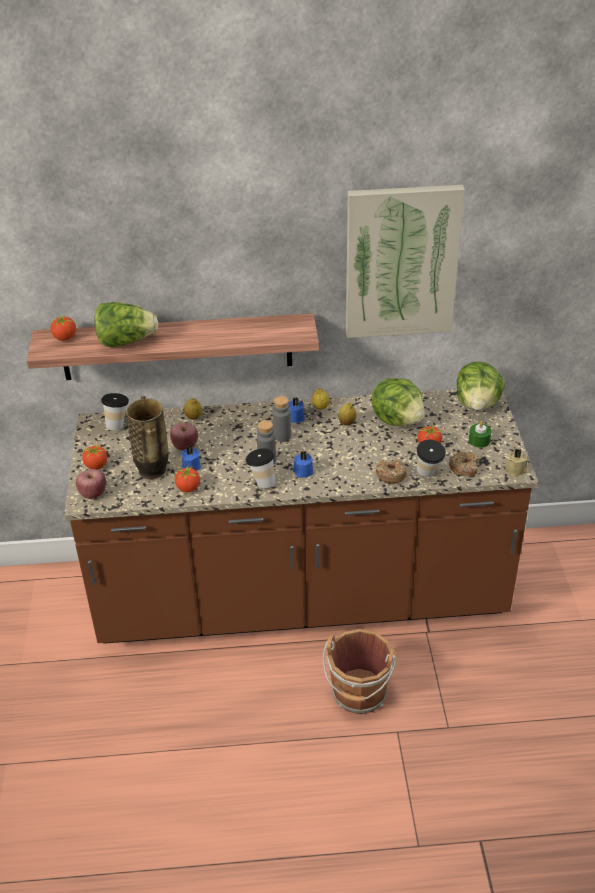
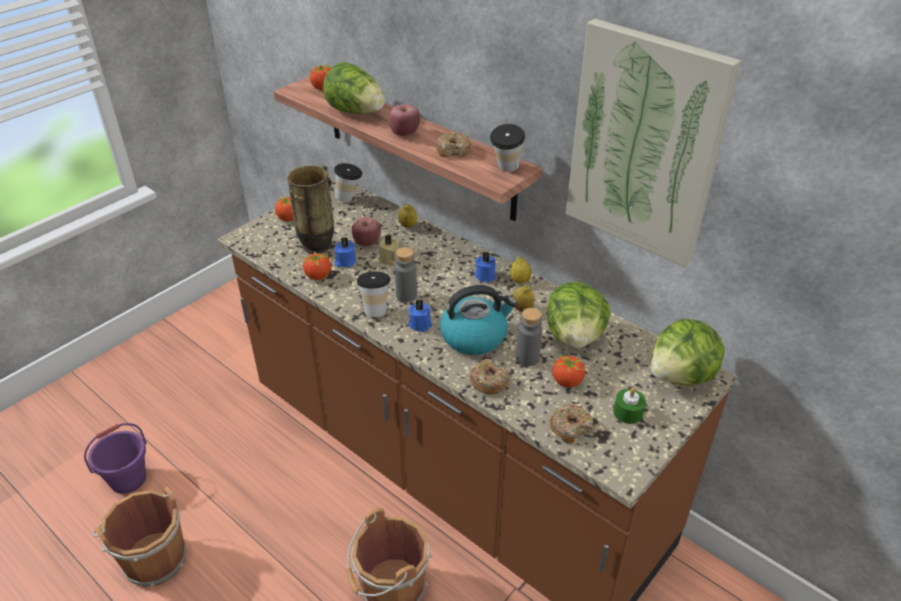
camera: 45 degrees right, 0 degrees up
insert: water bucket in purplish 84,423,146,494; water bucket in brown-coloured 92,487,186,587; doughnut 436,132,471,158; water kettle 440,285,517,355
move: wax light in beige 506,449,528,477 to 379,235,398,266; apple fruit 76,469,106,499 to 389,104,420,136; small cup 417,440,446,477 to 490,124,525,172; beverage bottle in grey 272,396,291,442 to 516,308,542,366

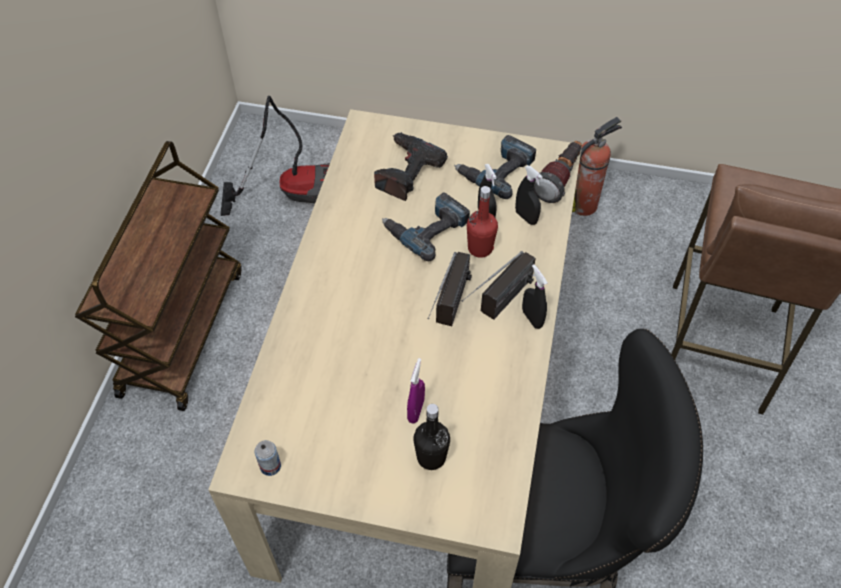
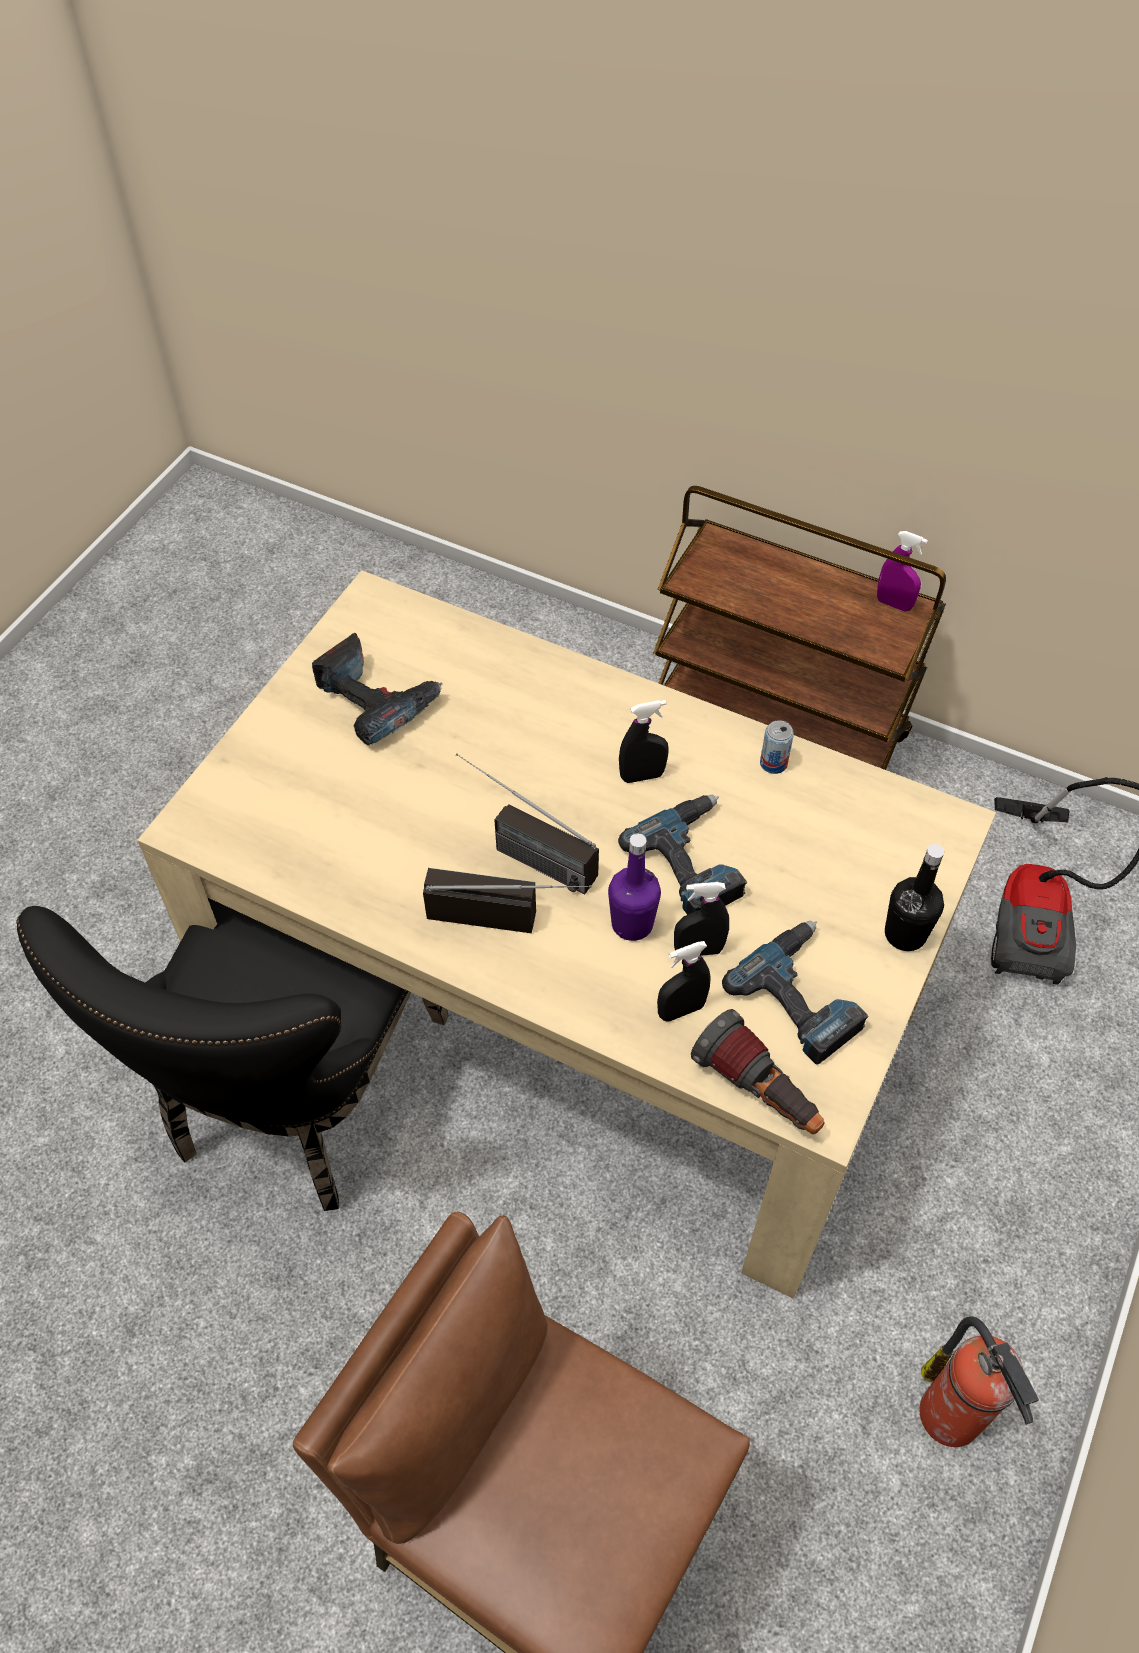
camera: 105 degrees right, 0 degrees up
move: drill 374,132,448,201 to 312,633,443,745; sprayer in black-coloured 522,264,548,329 to 619,700,669,783; can 255,440,281,476 to 760,720,794,774; sprayer in purplish 407,358,425,423 to 877,531,928,612; beverage bottle in black-coloured 413,404,450,470 to 885,844,944,951
recolor: beverage bottle in red 467,186,498,258 to beverage bottle in purplish 608,833,661,941
rotate: radio set 462,251,536,320 = 423,868,592,933 135 degrees clockwise

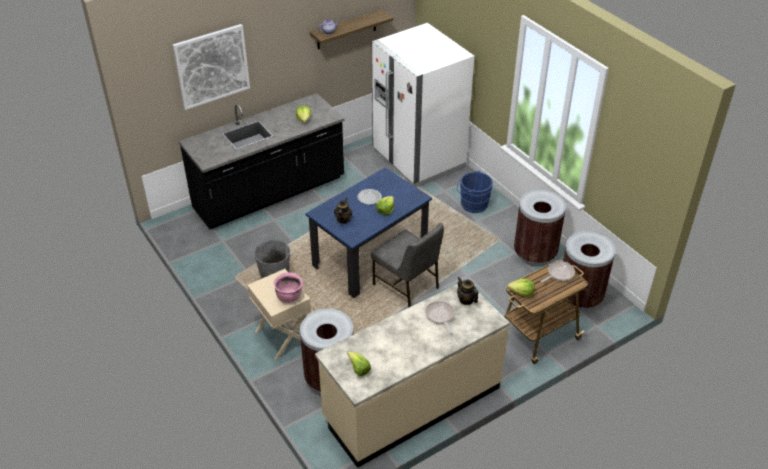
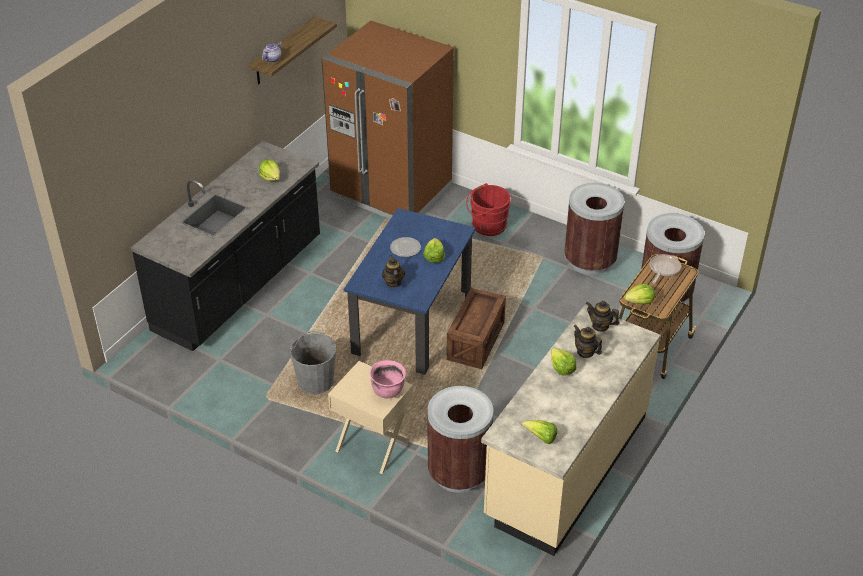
camera: 25 degrees left, 0 degrees up
delete: wall picture 173,24,250,110
insert: head of lettuce 551,348,576,376
replace: chair in grey 371,223,444,308 to shipping crate 447,288,506,369; pan 425,301,454,334 to pot for tea 574,325,602,358
recolor: kitchen fridge in whitish 371,23,474,187 to kitchen fridge in brown-coloured 322,20,454,219; water bucket in blue 457,171,493,213 to water bucket in red 466,183,511,236

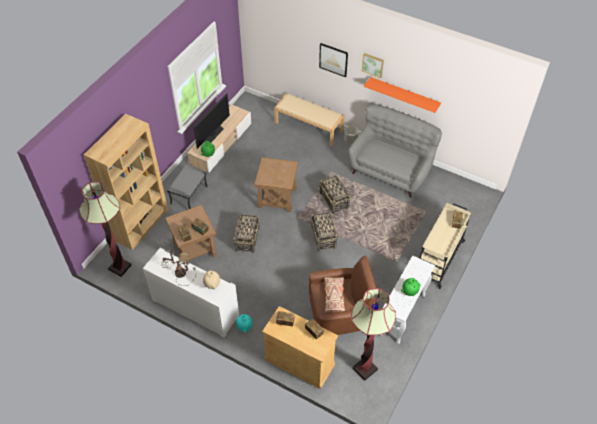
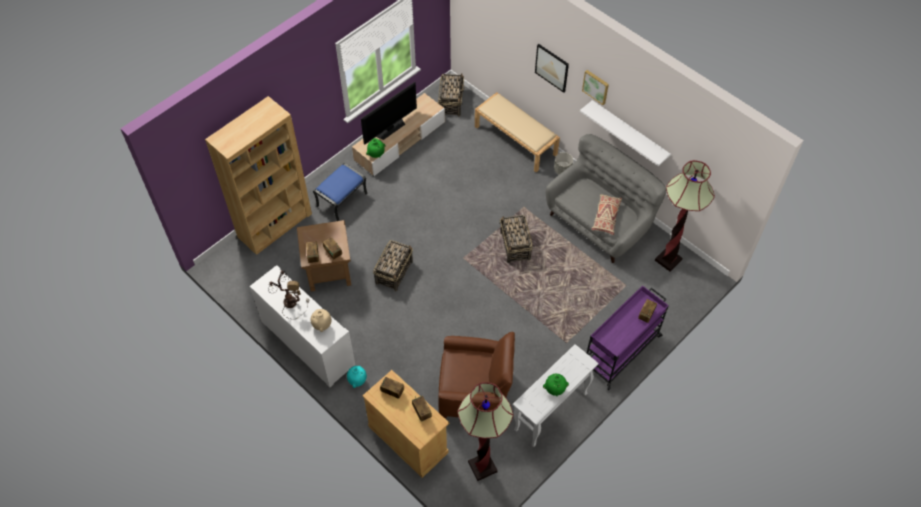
camera: 15 degrees right, 5 degrees up
delete: end table in brown-coloured 254,157,298,212
move: household basket 311,210,338,252 to 438,73,465,117; cushion in beige 324,277,345,313 to 591,194,622,235; standard lamp 79,181,131,277 to 655,160,715,272
recolor: footrest in grey 167,165,208,209 to footrest in blue 313,163,367,221; wall shelf in orange 364,77,441,113 to wall shelf in whitish 580,100,671,166; wheeled cart in beige 420,203,471,289 to wheeled cart in purplish 587,285,669,390

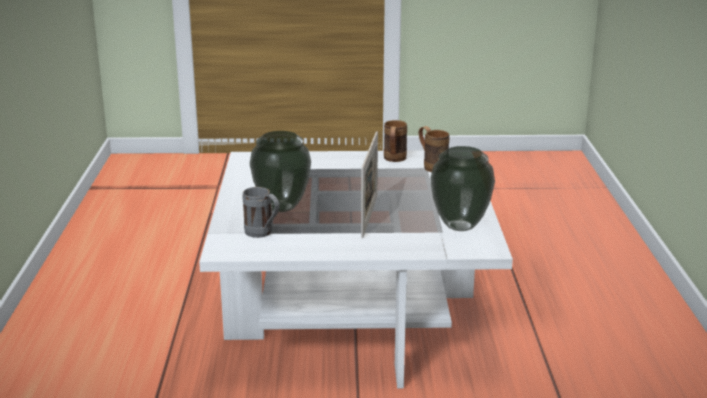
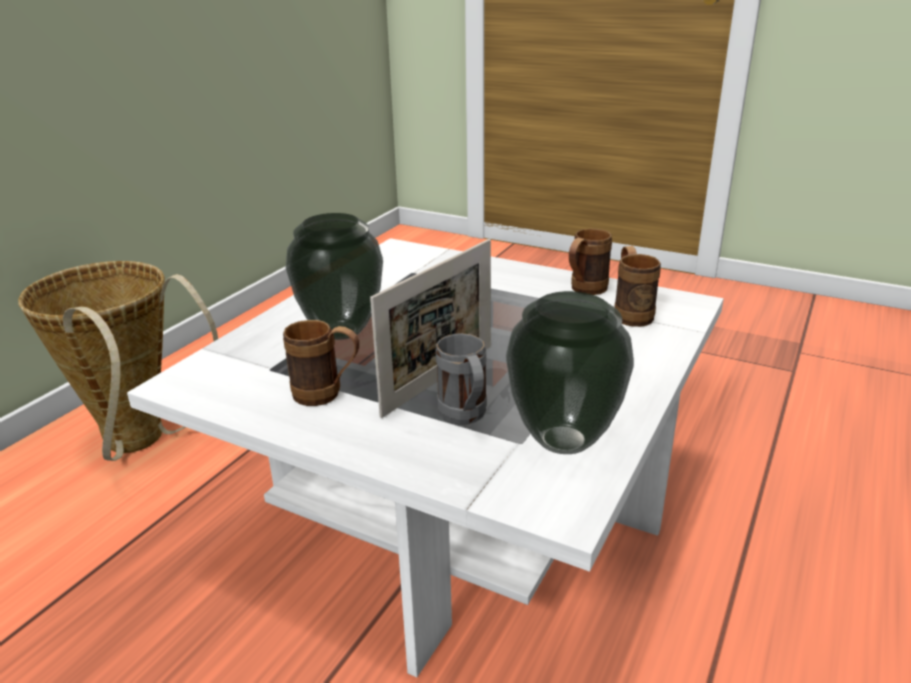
camera: 30 degrees right, 5 degrees up
insert: household basket 18,261,218,461; mug in brown-coloured 283,320,359,406
move: mug in grey 242,187,279,238 to 436,333,487,425

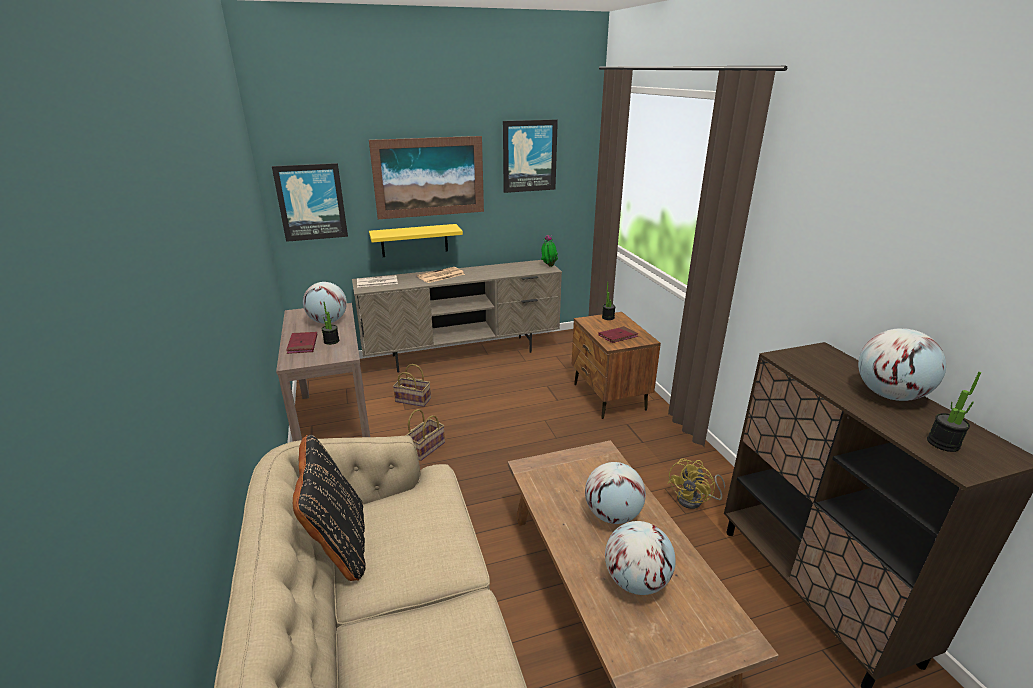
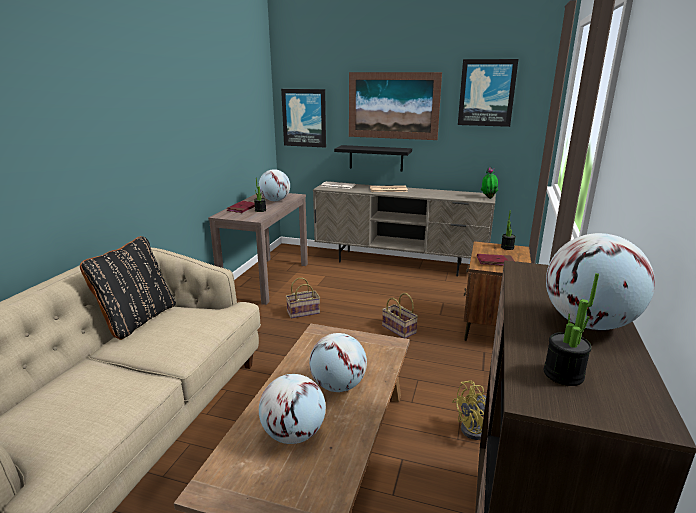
camera: 35 degrees right, 5 degrees down
move: household basket 393,364,431,407 to 382,293,418,338
recolor: wall shelf in yellow 369,224,463,257 to wall shelf in black-coloured 334,145,412,171

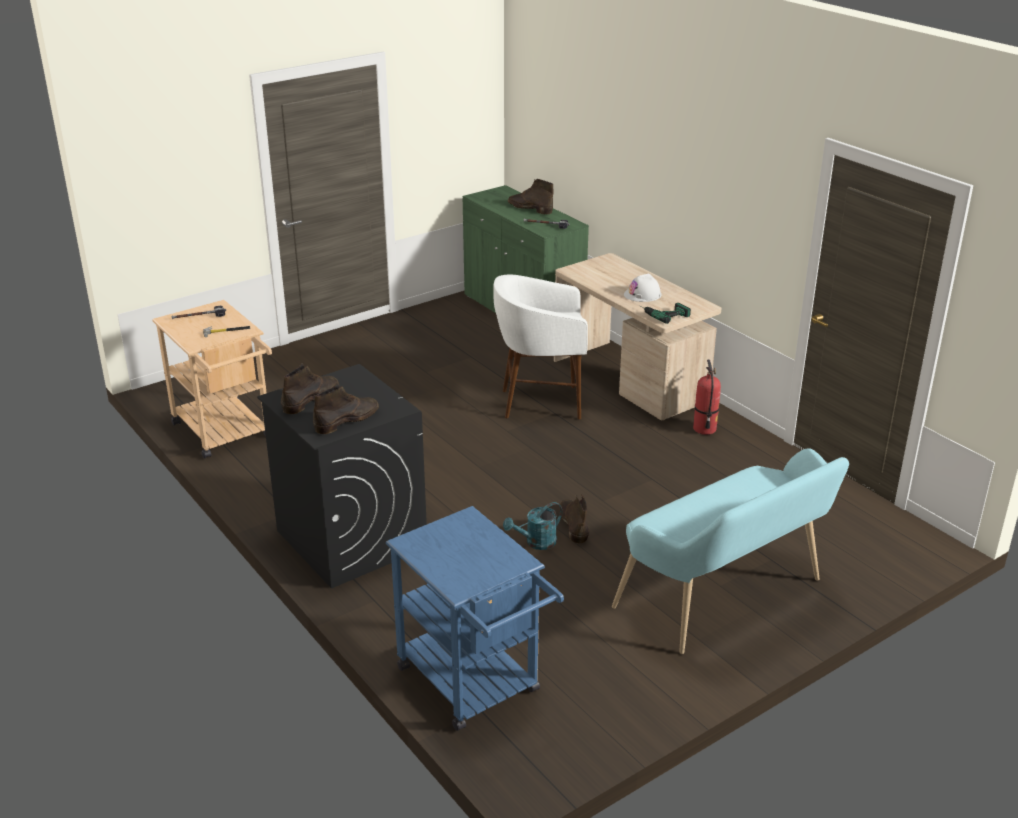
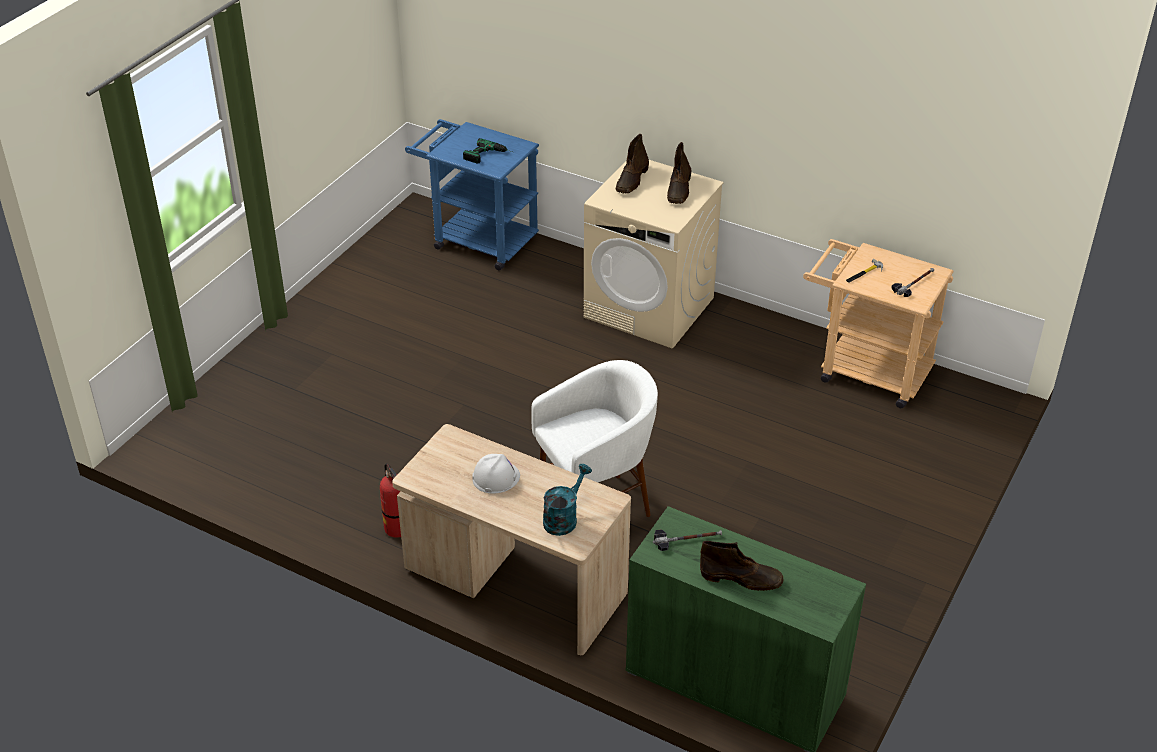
camera: 155 degrees right, 10 degrees up
delete: boot in brown-coloured 559,495,589,544; indoor bench in turquoise 612,448,849,654
move: drill 640,303,691,324 to 463,138,512,164; watering pot in turquoise 503,502,562,550 to 543,464,592,536
recolor: laundry machine in black-coloured 257,364,427,589 to laundry machine in beige 584,160,724,349

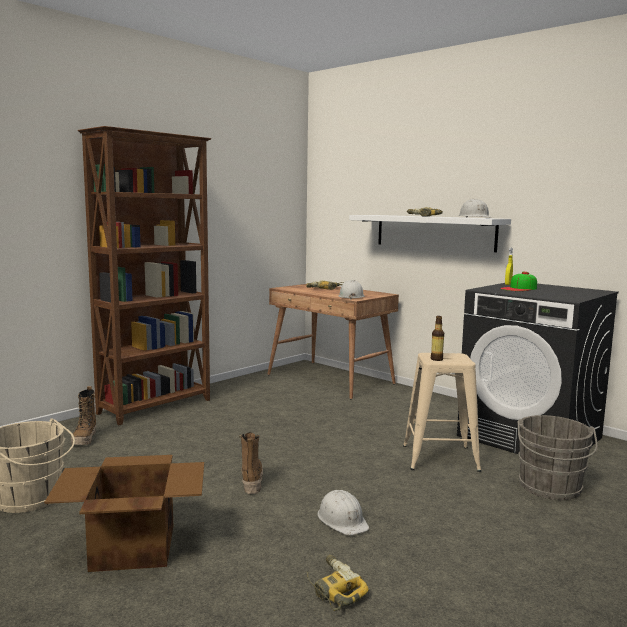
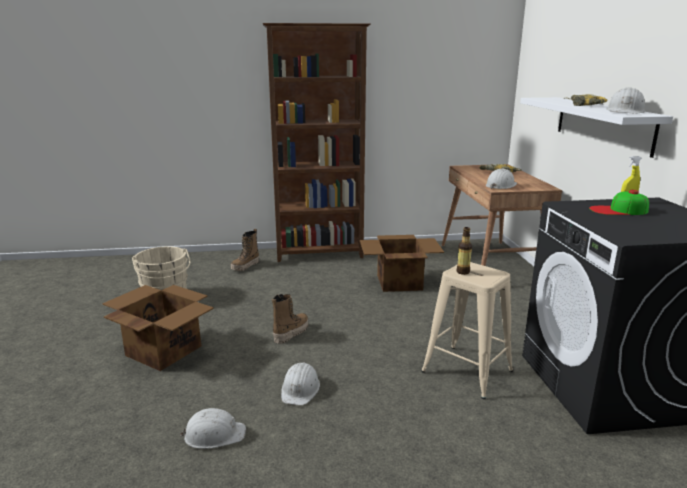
camera: 40 degrees right, 10 degrees up
delete: water bucket in grey 518,415,598,500
insert: cardboard box 360,235,444,292
replace: drill 306,555,369,611 to safety helmet in whitish 179,408,246,449

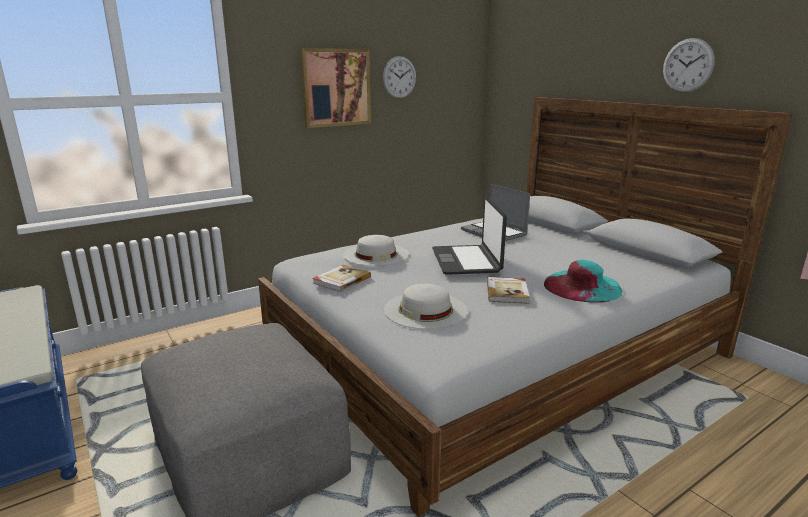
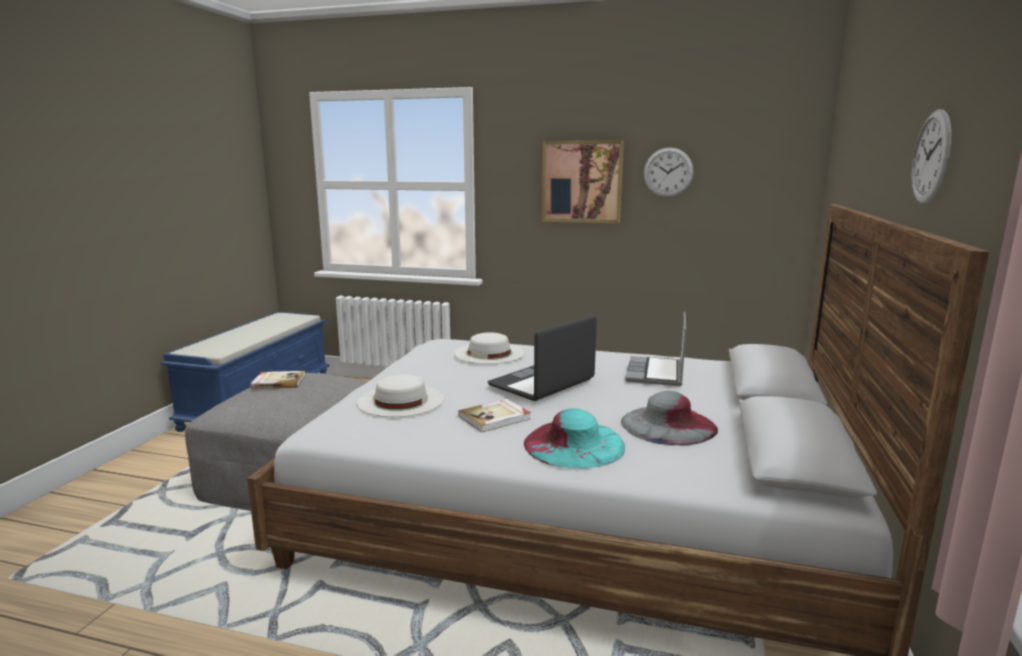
camera: 50 degrees right, 5 degrees down
insert: clothing hat in grey 621,391,718,446
move: volume 312,265,371,292 to 250,371,305,389

